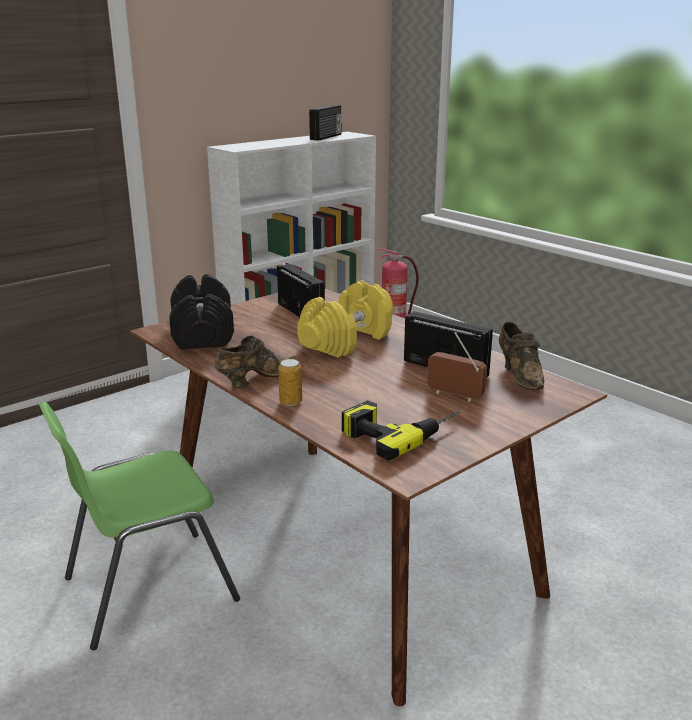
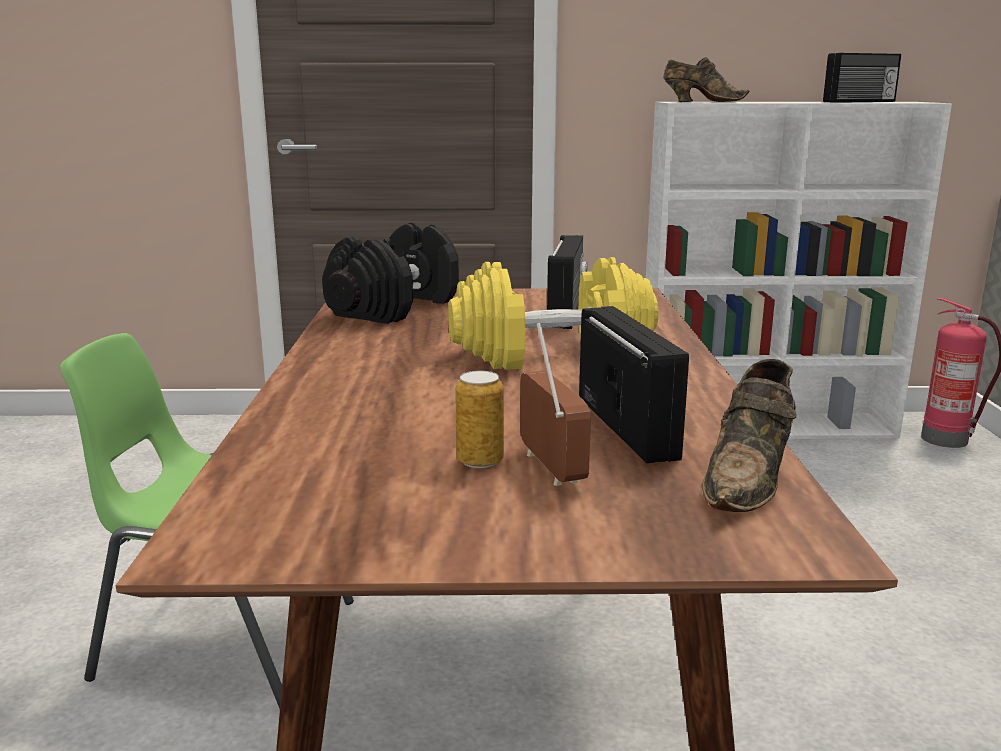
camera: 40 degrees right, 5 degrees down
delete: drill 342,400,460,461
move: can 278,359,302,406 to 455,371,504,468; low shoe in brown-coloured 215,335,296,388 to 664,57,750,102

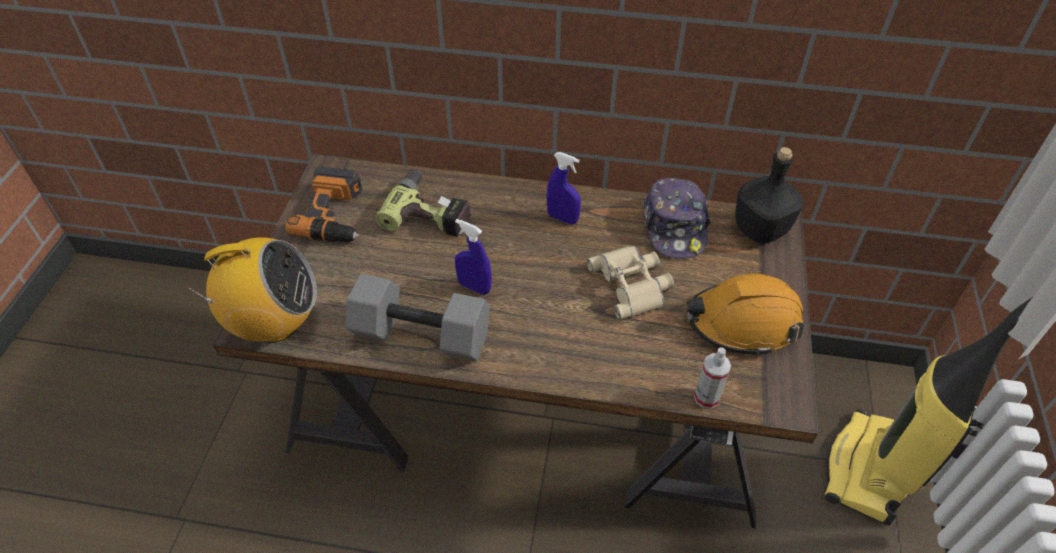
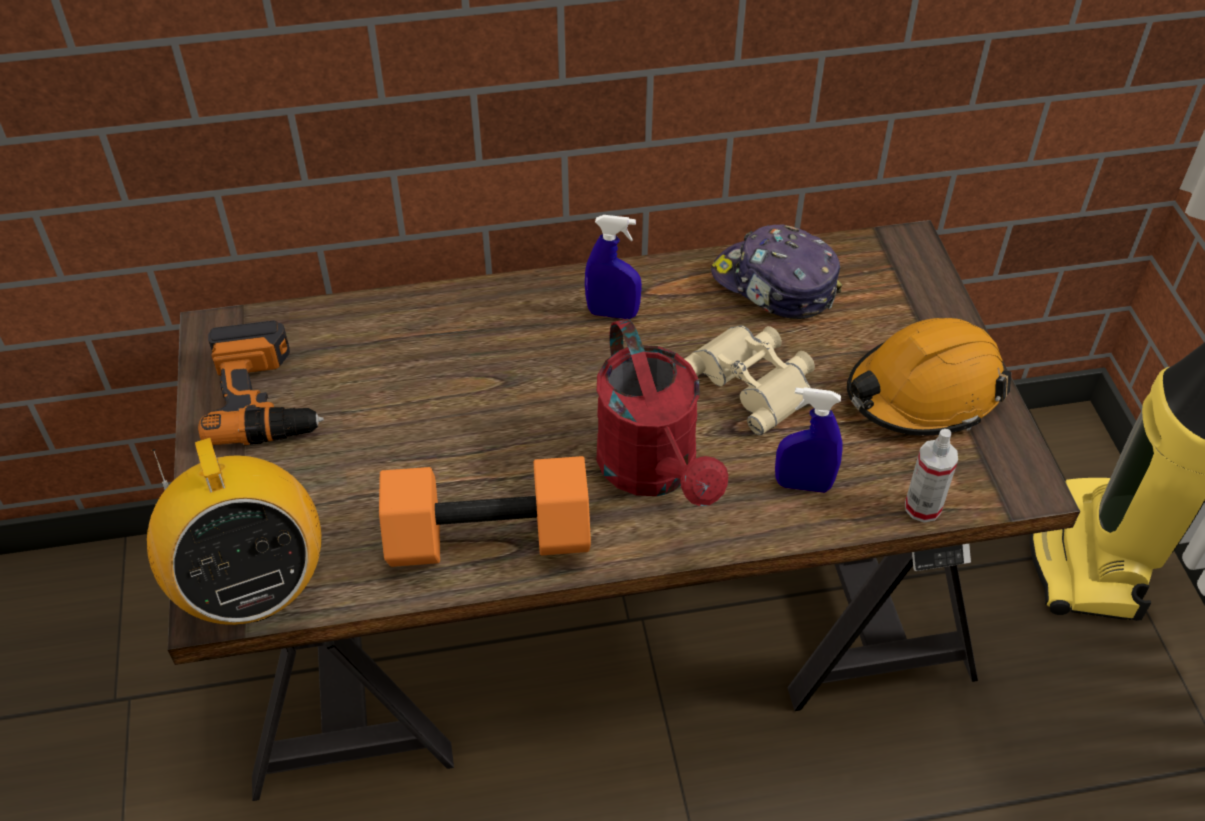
camera: 20 degrees left, 0 degrees up
delete: drill 376,169,471,237; beverage bottle in black-coloured 735,147,803,244
insert: watering pot in red 596,318,728,506
move: sprayer in blue 455,219,492,295 to 775,387,843,493
recolor: dumbbell in grey 346,274,490,361 to dumbbell in orange 379,456,591,567
rotate: radio set 187,237,317,343 = 147,438,321,625 90 degrees clockwise; peaked cap 643,178,711,259 = 711,225,842,319 150 degrees clockwise

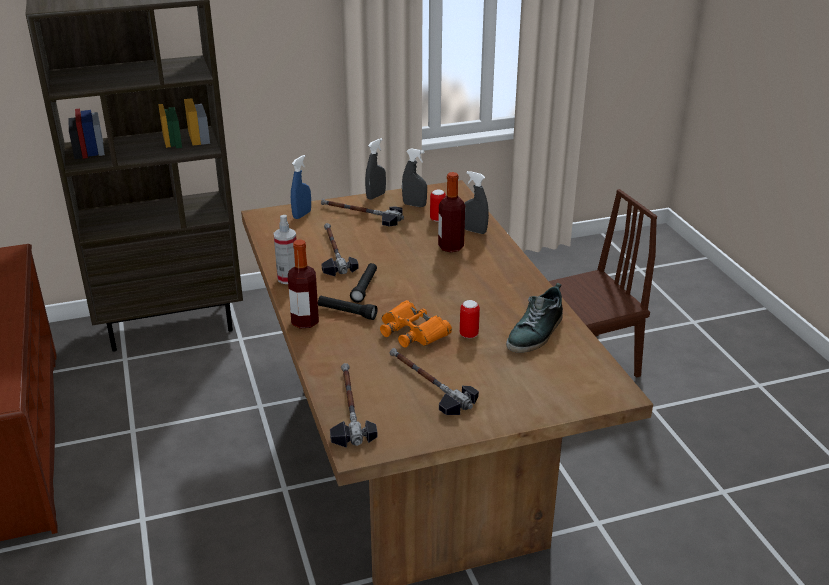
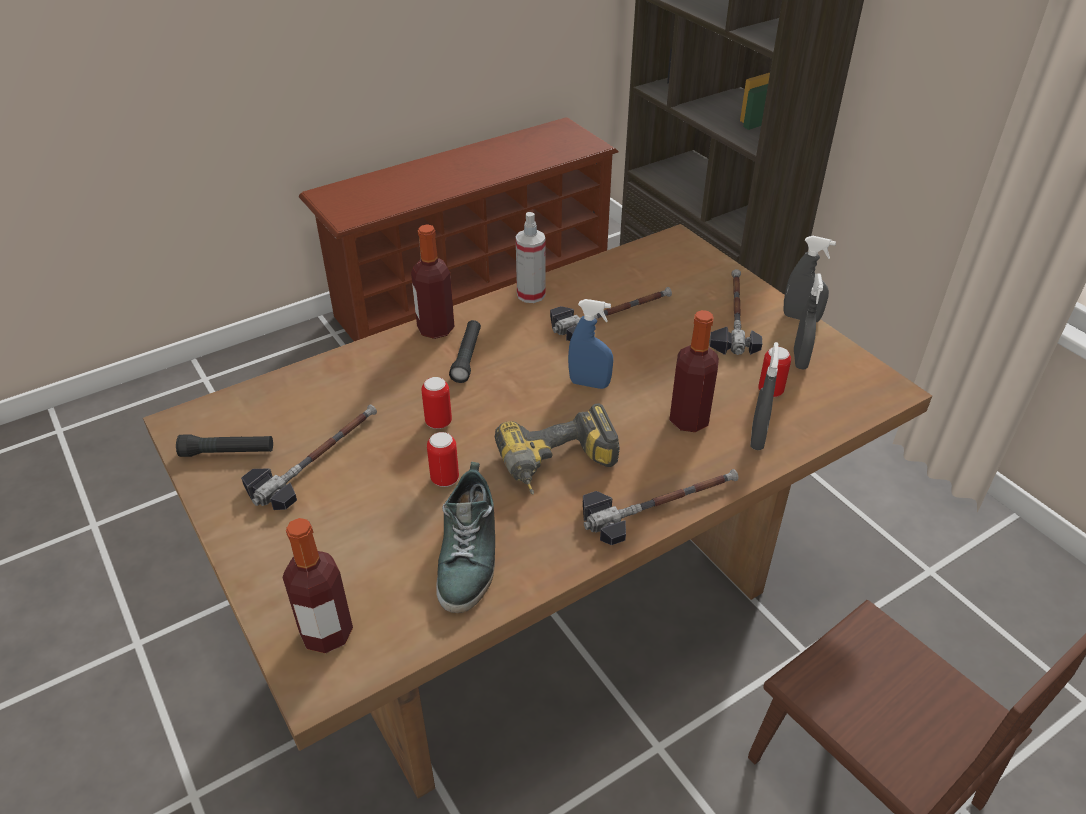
camera: 75 degrees right, 10 degrees up
insert: beverage bottle 283,518,353,653; drill 494,404,620,495
move: hand torch in black-coloured 350,263,377,303 to 176,434,273,457; sprayer in blue 291,155,311,219 to 568,299,613,389; hand hammer 330,363,378,448 to 583,469,738,545
replace: pair of binoculars in orange 380,300,452,348 to can 421,377,452,429
rotate: low shoe 506,283,563,353 = 436,462,495,613 105 degrees counterclockwise

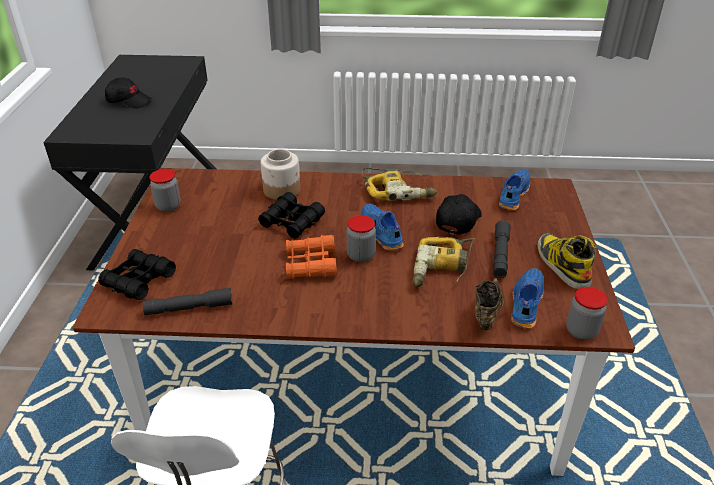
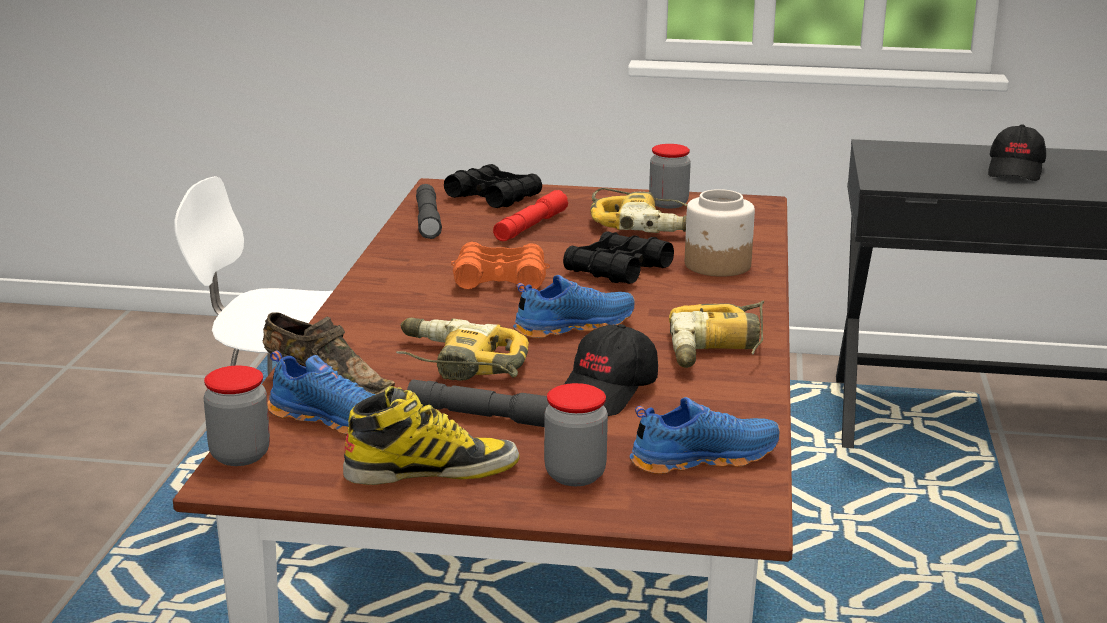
camera: 95 degrees right, 15 degrees down
insert: hand torch in red 493,190,568,241; drill 590,188,687,233
move: jar 347,215,376,262 to 544,383,608,486
rotate: peaked cap in black-coloured 436,194,482,235 = 564,324,658,416 90 degrees clockwise; low shoe in blue 499,169,530,210 = 629,397,780,474 45 degrees counterclockwise

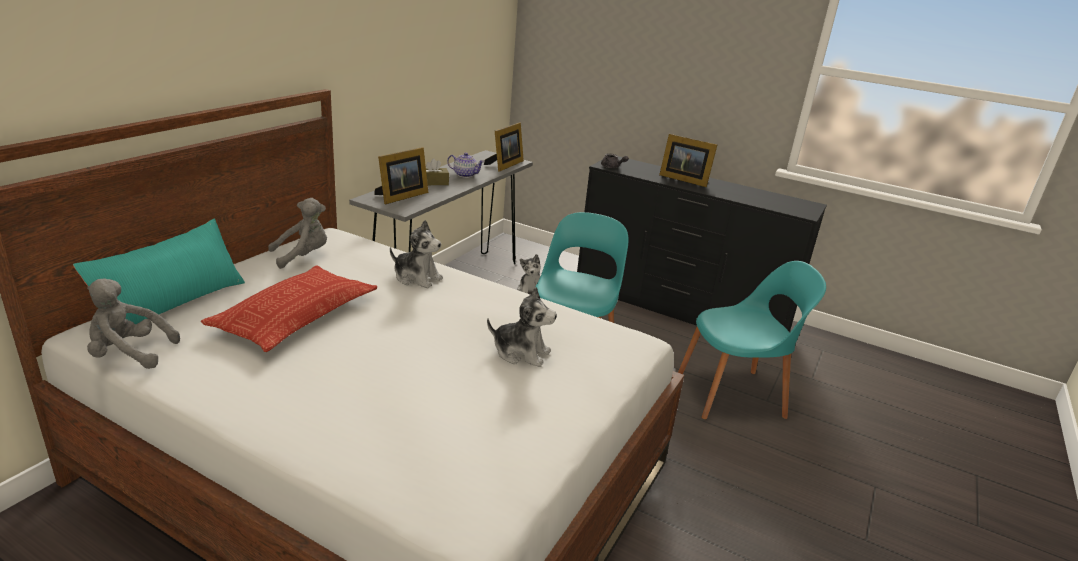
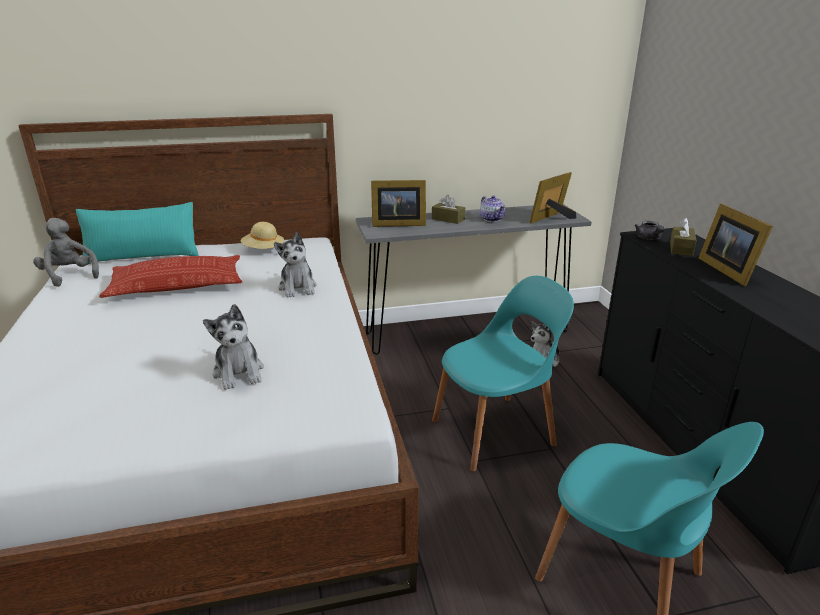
camera: 50 degrees right, 0 degrees up
insert: box of tissues in brown-coloured 670,217,697,256
replace: cuddly toy in grey 268,198,327,269 to clothing hat in beige 241,222,284,249
rotate: picture frame 484,122,524,172 = 529,172,576,223 150 degrees clockwise

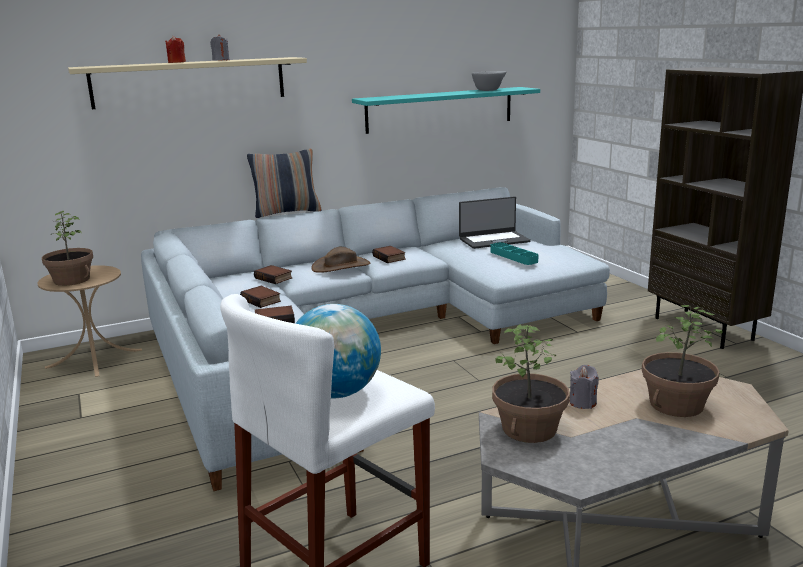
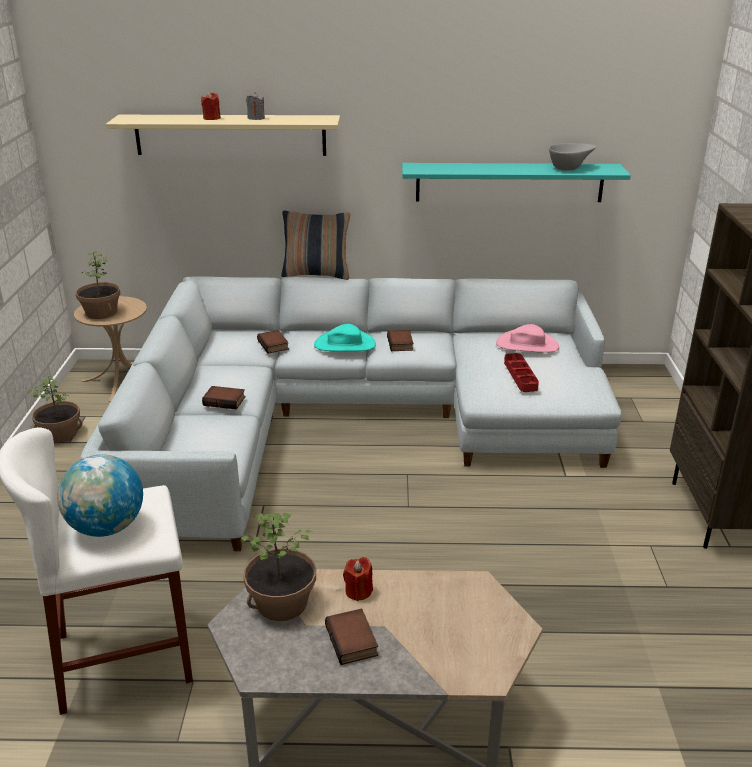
camera: 25 degrees right, 10 degrees up
move: houseplant 642,305,723,417 to 27,375,82,443; volume 240,286,281,308 to 325,609,378,665
replace: laptop 459,196,531,249 to clothing hat in pink 496,324,559,353
recolor: clothing hat in brown-coloured 311,247,370,273 to clothing hat in turquoise 314,324,376,351; wax light in grey 570,365,599,409 to wax light in red 343,557,373,601; tray in turquoise 490,242,538,265 to tray in red 504,353,539,392

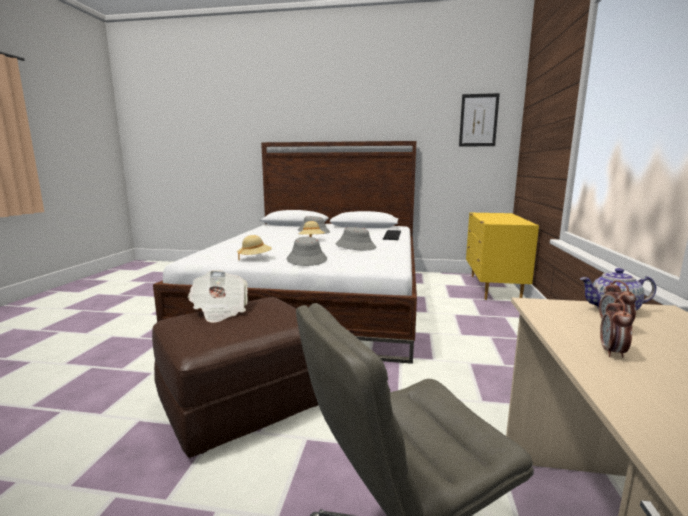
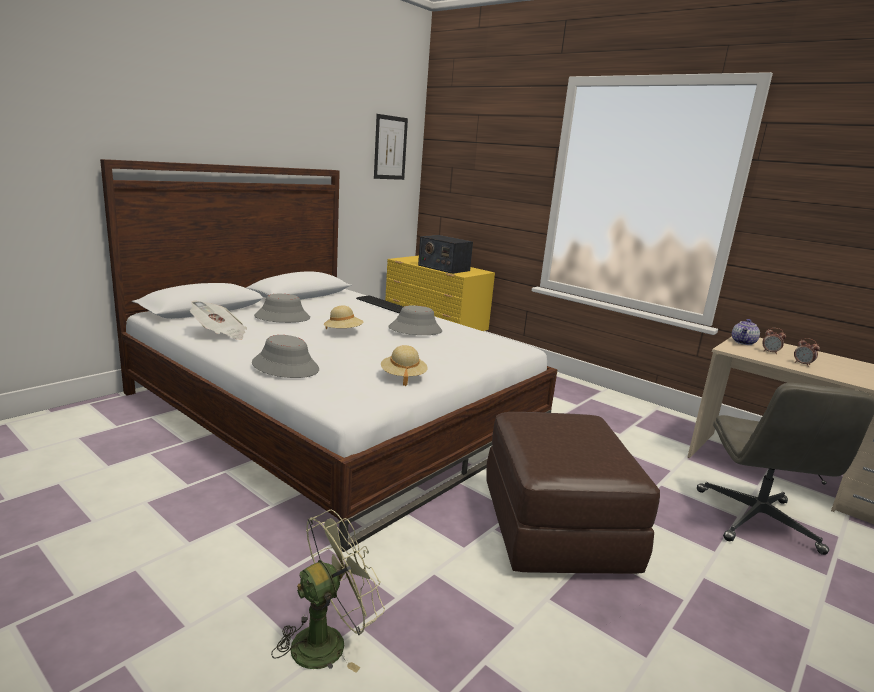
camera: 60 degrees left, 5 degrees up
insert: fan in green 271,510,385,672; radio set 418,235,473,274
move: daily paper 188,270,248,323 to 190,301,247,340; clothing hat in grey 287,237,327,266 to 252,335,319,378

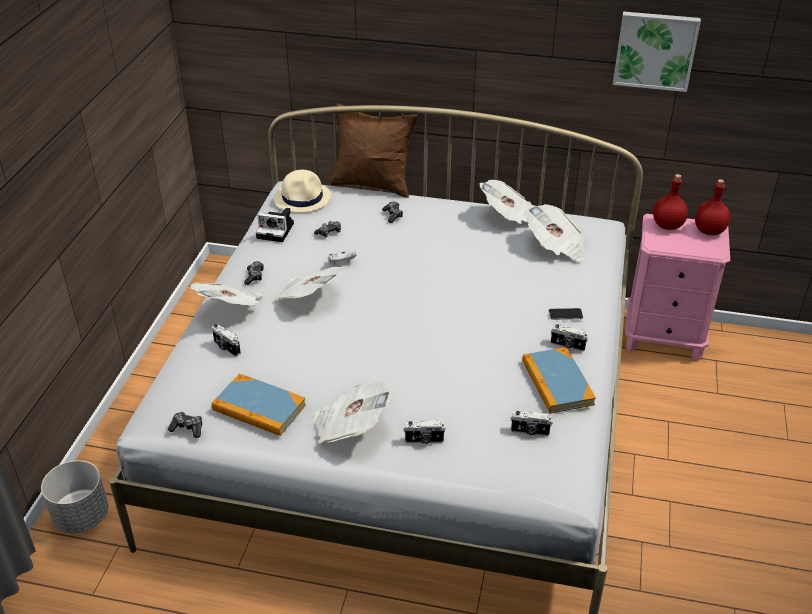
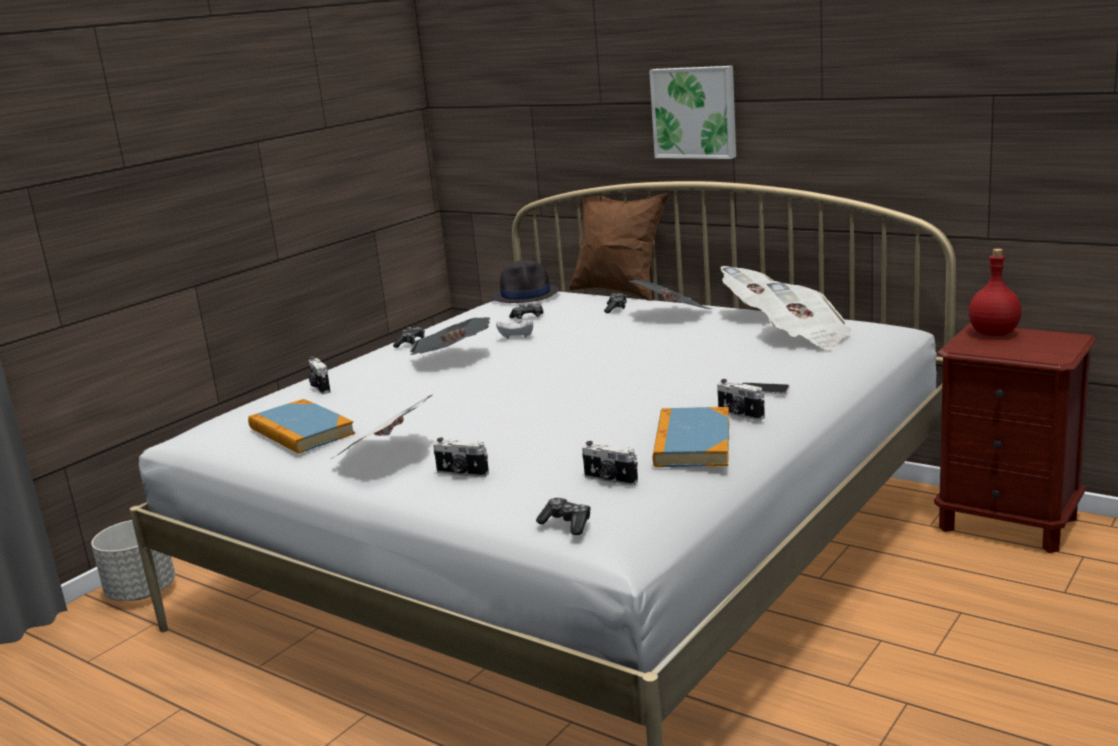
camera: 25 degrees right, 20 degrees down
delete: photo camera 256,208,294,242; beverage bottle in red 695,179,730,235
move: game controller 168,412,202,438 to 536,498,591,535; daily paper 190,283,263,306 to 629,280,713,309; wall picture 613,12,701,92 to 649,66,736,159
recolor: clothing hat in beige 274,170,331,213 to clothing hat in black-coloured 491,260,560,303; night table in pink 625,214,730,361 to night table in brown-coloured 934,324,1096,553

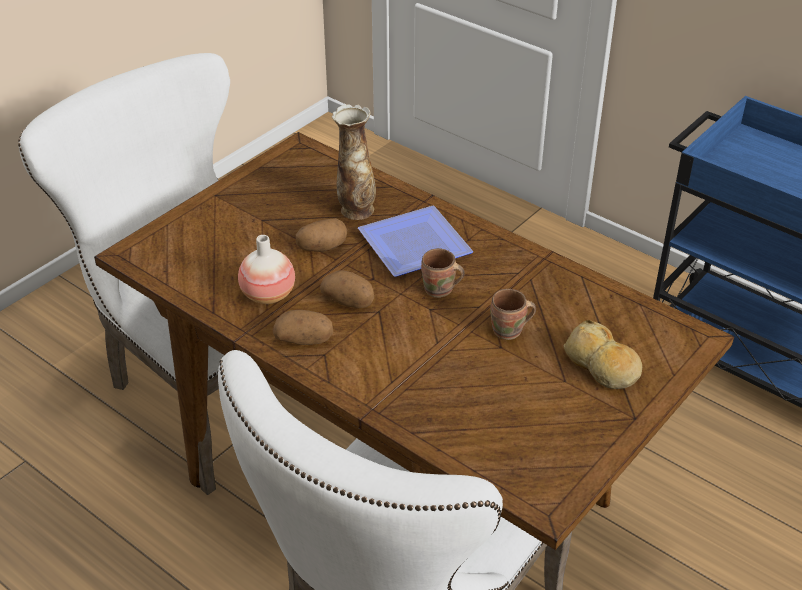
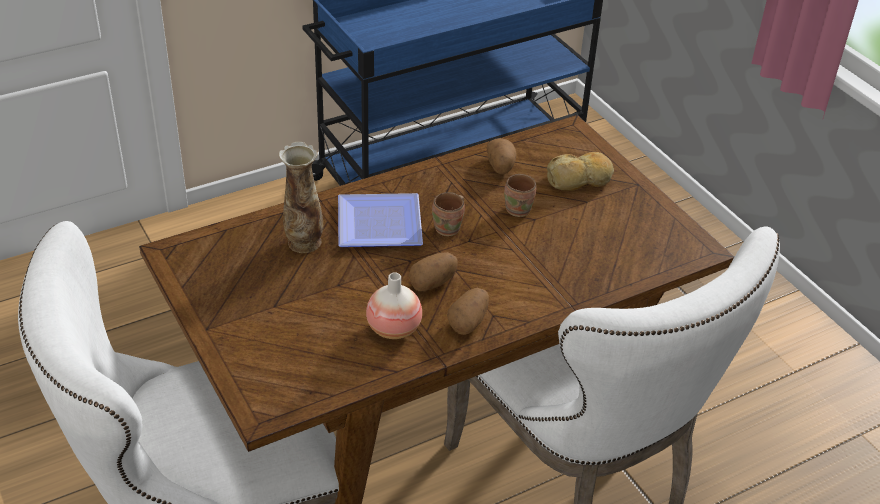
camera: 70 degrees left, 0 degrees up
move: potato 296,218,347,252 to 487,138,516,174

